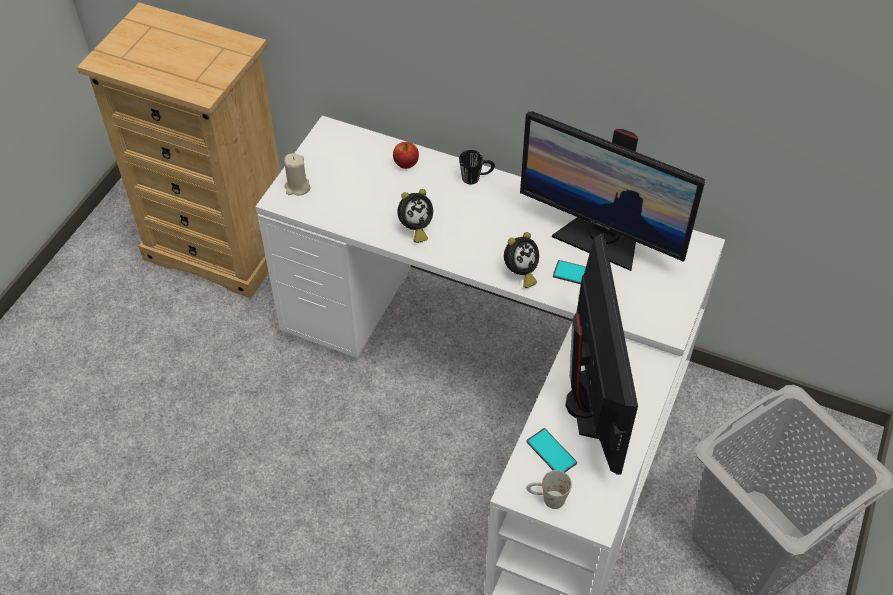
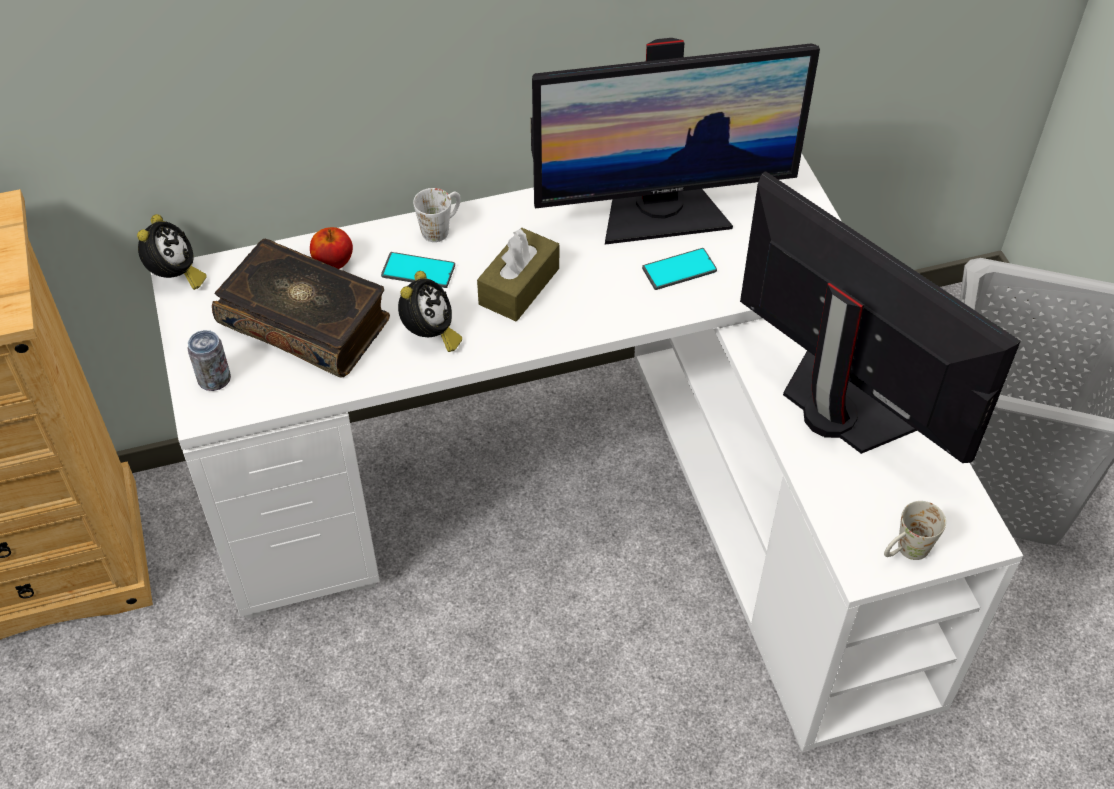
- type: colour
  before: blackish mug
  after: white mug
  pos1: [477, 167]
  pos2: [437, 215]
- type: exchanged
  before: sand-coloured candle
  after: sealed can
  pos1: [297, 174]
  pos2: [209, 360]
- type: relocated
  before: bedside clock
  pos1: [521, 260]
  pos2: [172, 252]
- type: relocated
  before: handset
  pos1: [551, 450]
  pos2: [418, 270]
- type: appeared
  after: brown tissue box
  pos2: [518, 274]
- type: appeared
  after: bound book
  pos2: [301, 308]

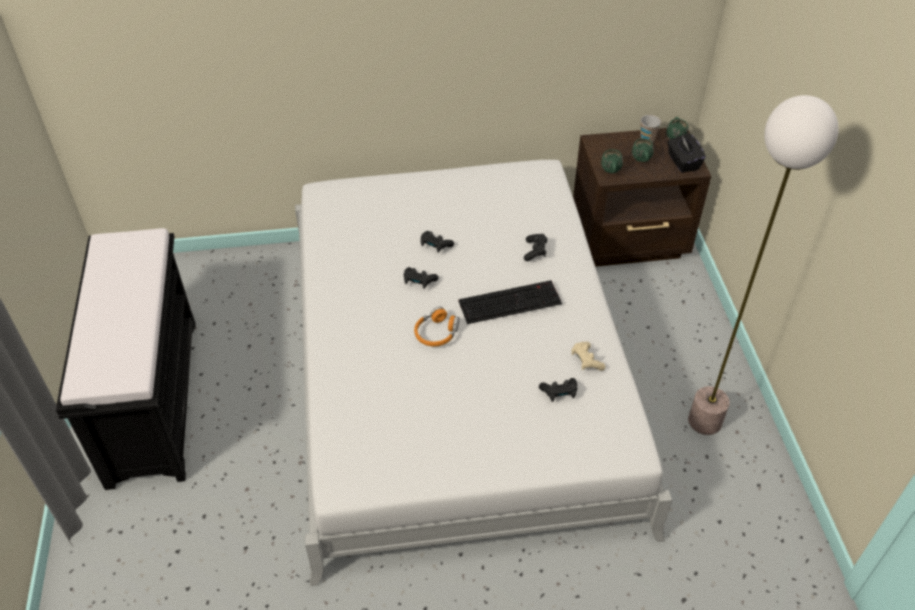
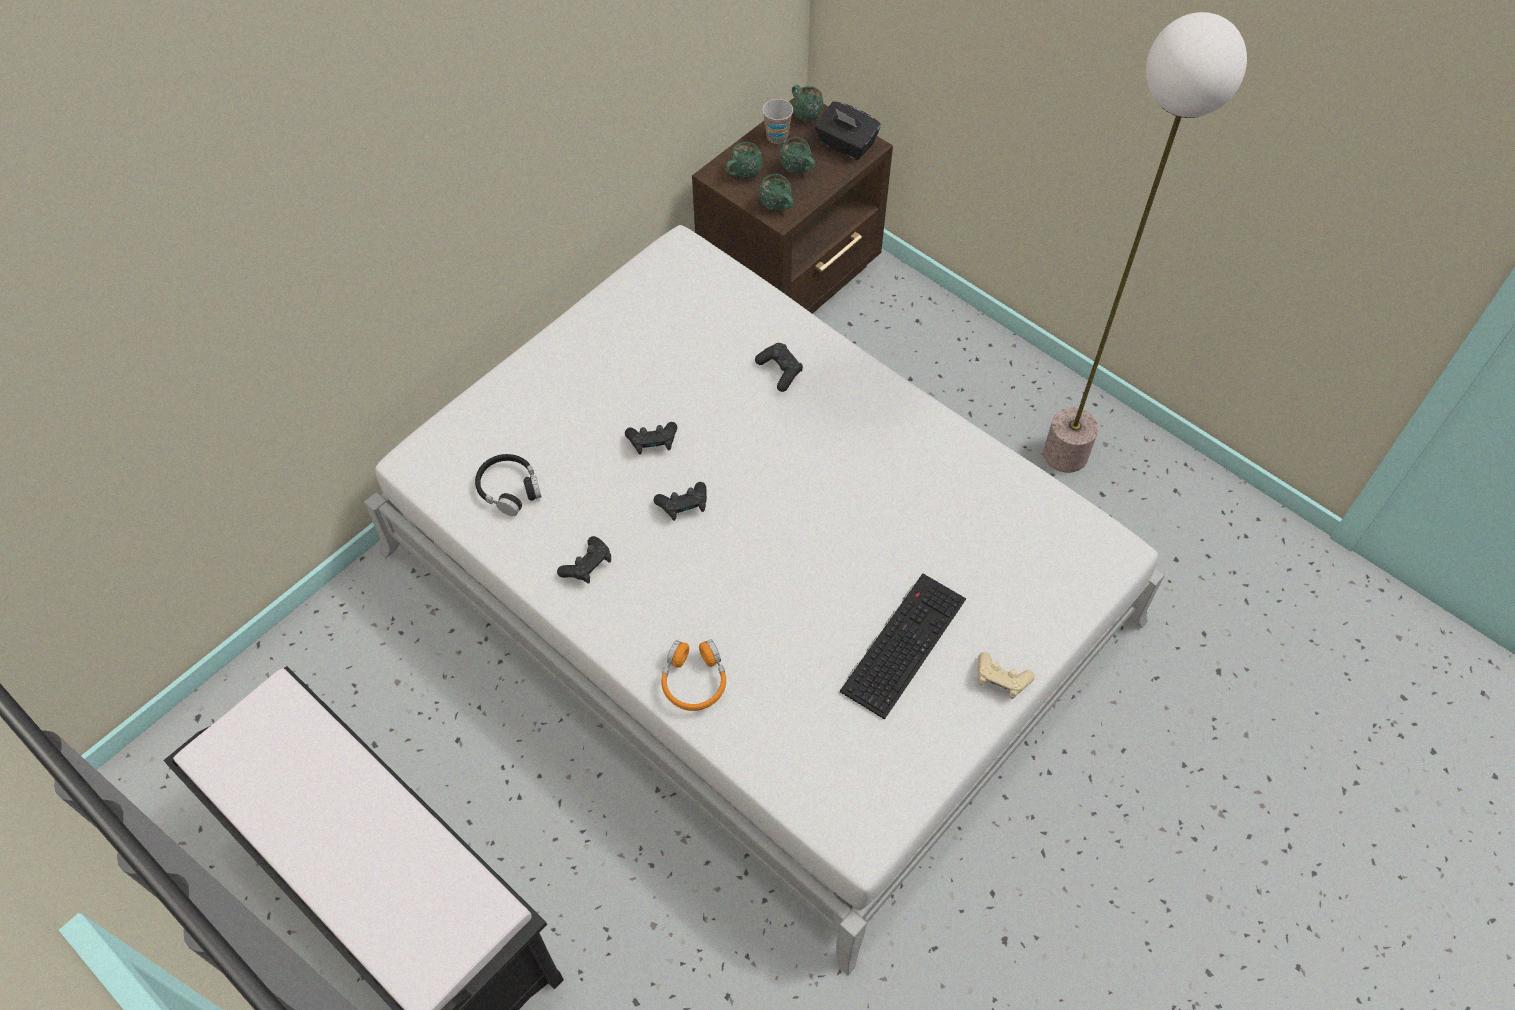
- type: relocated
  before: computer keyboard
  pos1: [510, 302]
  pos2: [903, 647]
- type: relocated
  before: orange headphones
  pos1: [437, 326]
  pos2: [693, 675]
- type: relocated
  before: sand-coloured joypad
  pos1: [589, 356]
  pos2: [1006, 675]
- type: relocated
  before: blackish joypad
  pos1: [558, 390]
  pos2: [584, 559]
- type: appeared
  after: green mug
  pos2: [743, 160]
- type: appeared
  after: blackish headphones
  pos2: [508, 485]

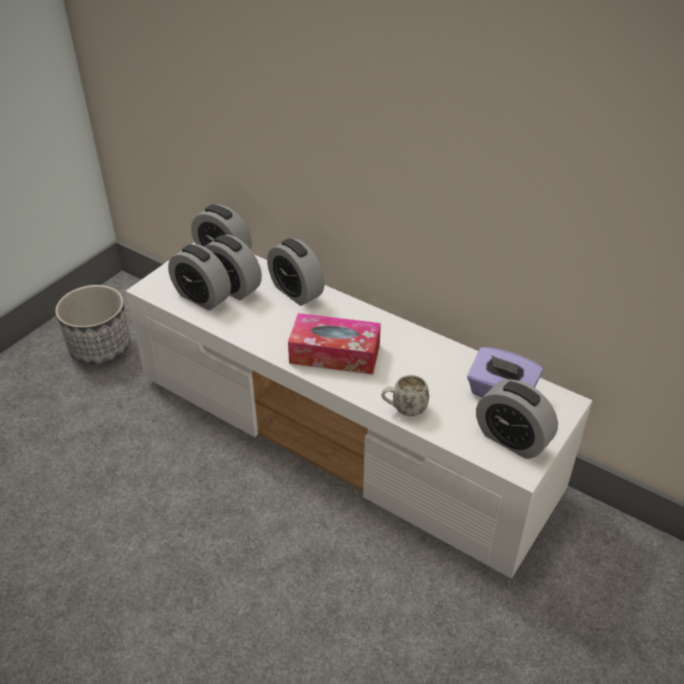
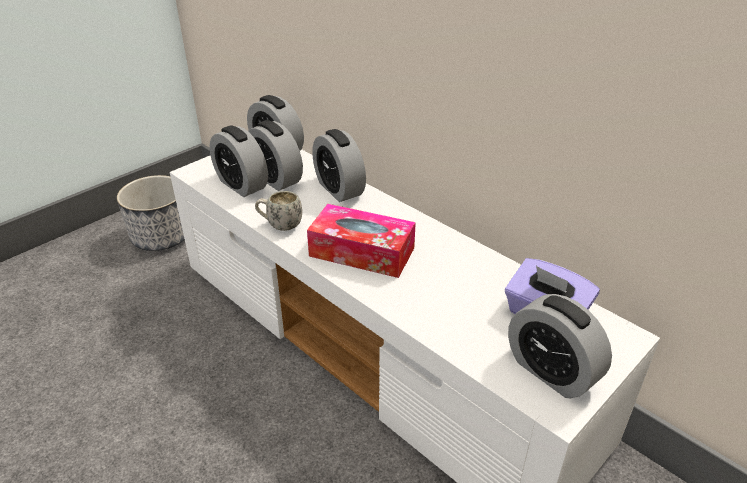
- type: relocated
  before: white mug
  pos1: [405, 395]
  pos2: [278, 211]

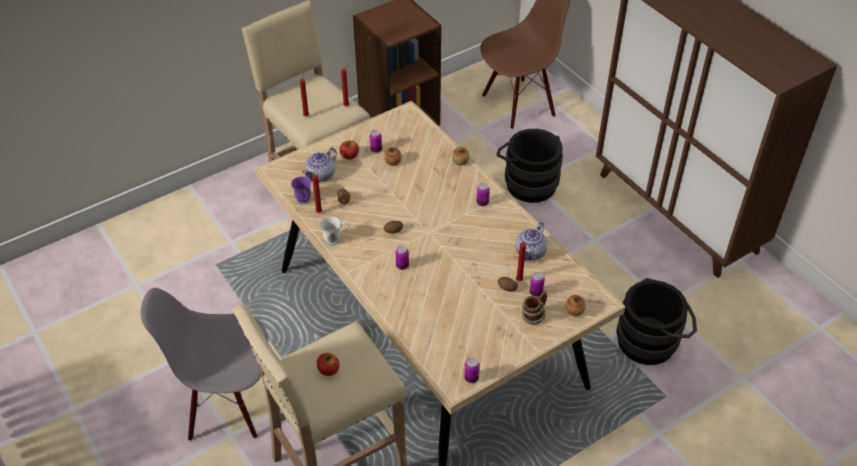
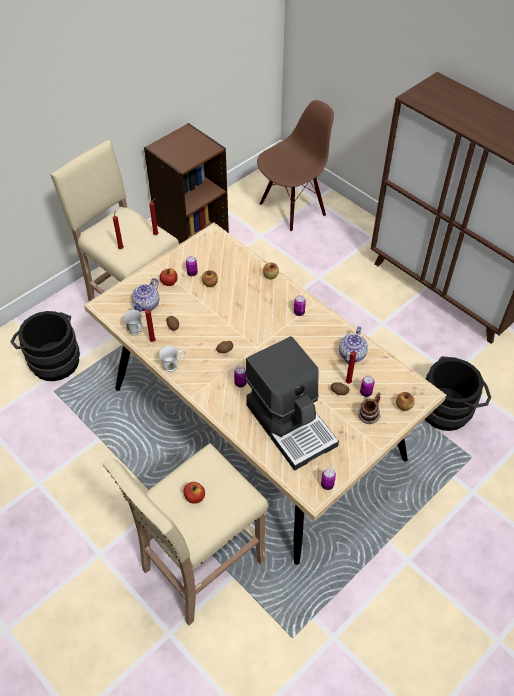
- type: relocated
  before: blackish water bucket
  pos1: [529, 166]
  pos2: [45, 346]
- type: colour
  before: purplish mug
  after: white mug
  pos1: [301, 190]
  pos2: [132, 322]
- type: missing
  before: grey plain chair
  pos1: [205, 364]
- type: appeared
  after: coffee machine
  pos2: [292, 403]

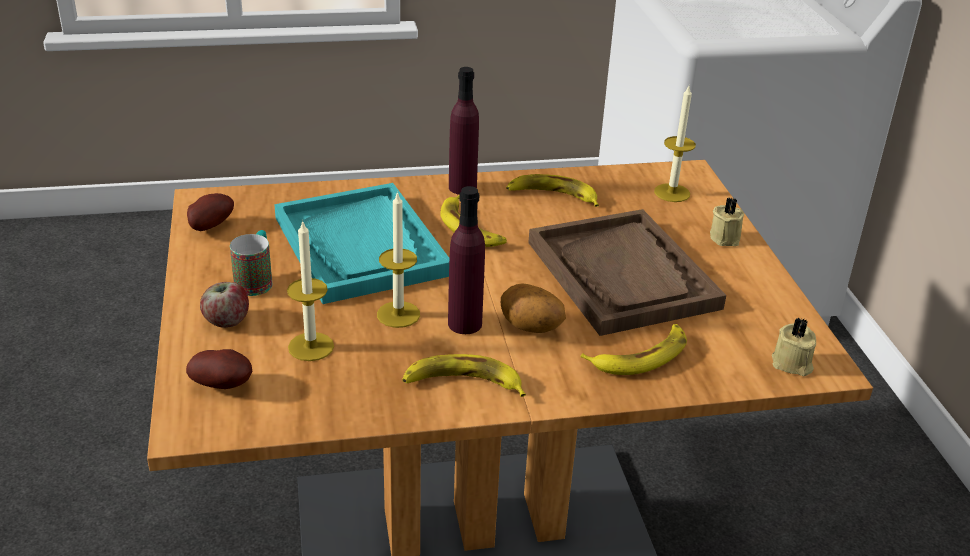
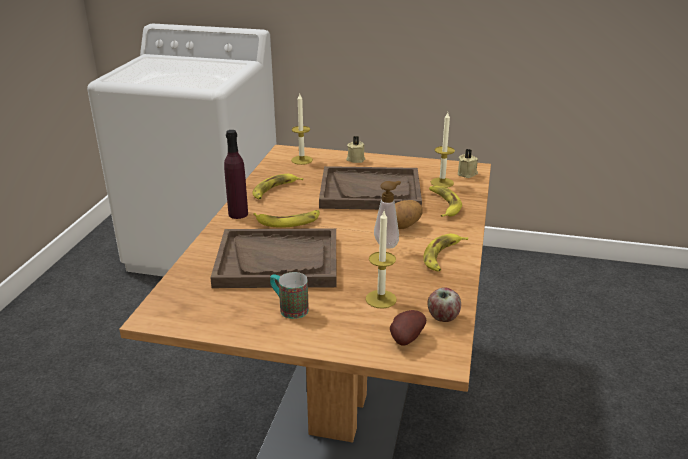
- type: colour
  before: blue-green tray
  after: brown tray
  pos1: [361, 243]
  pos2: [273, 258]
- type: exchanged
  before: purplish bottle
  after: soap dispenser
  pos1: [466, 260]
  pos2: [387, 215]
- type: relocated
  before: candle
  pos1: [398, 259]
  pos2: [443, 150]
- type: missing
  before: spud
  pos1: [210, 212]
- type: relocated
  before: apple
  pos1: [224, 305]
  pos2: [444, 304]

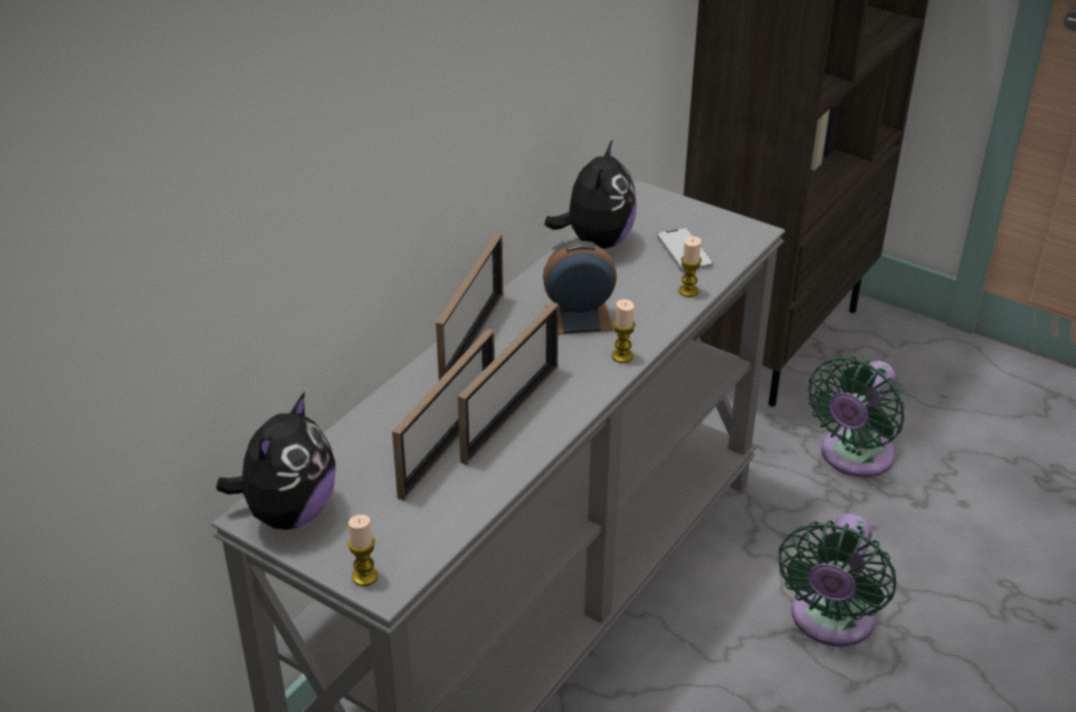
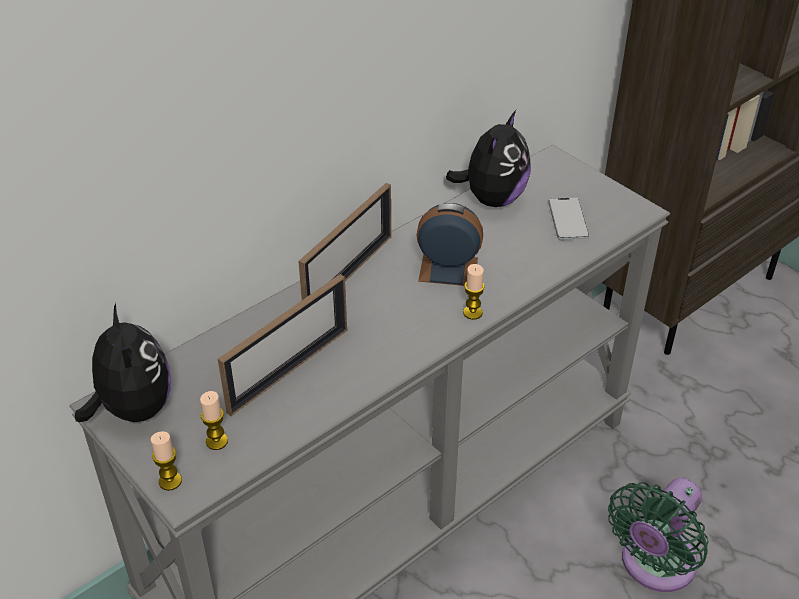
- type: relocated
  before: candle
  pos1: [690, 266]
  pos2: [214, 420]
- type: missing
  before: standing frame
  pos1: [508, 383]
- type: missing
  before: green fan
  pos1: [856, 417]
- type: spun
  before: cuddly toy
  pos1: [276, 460]
  pos2: [123, 362]
  turn: -60

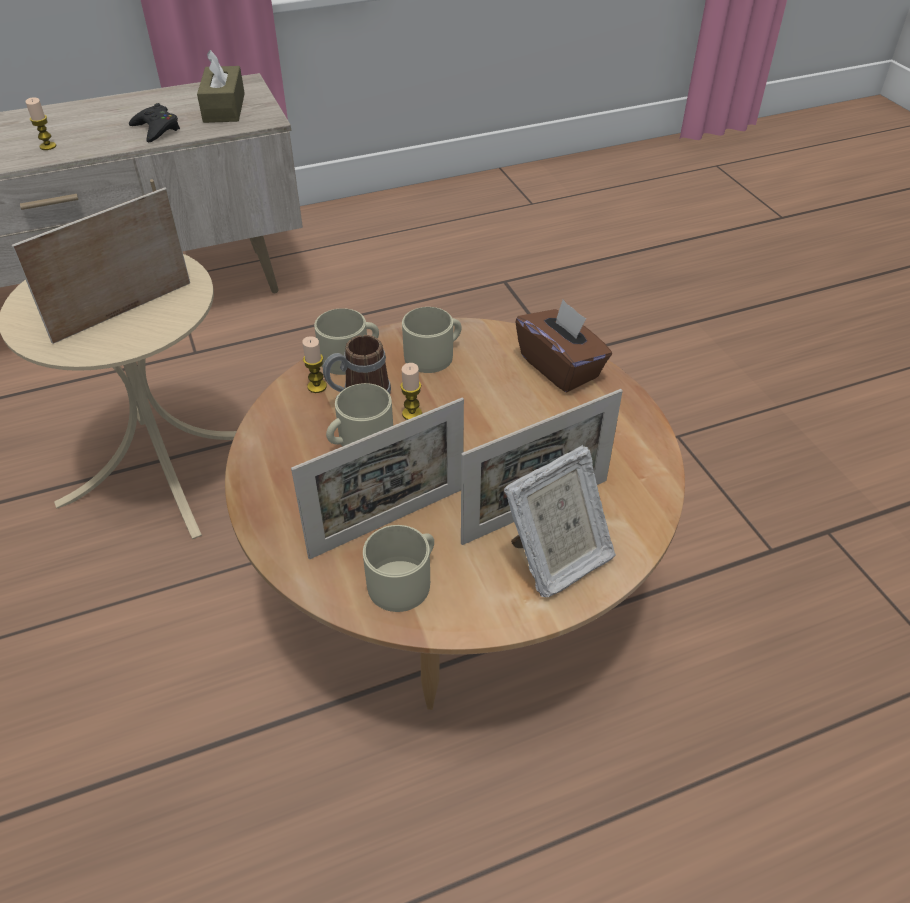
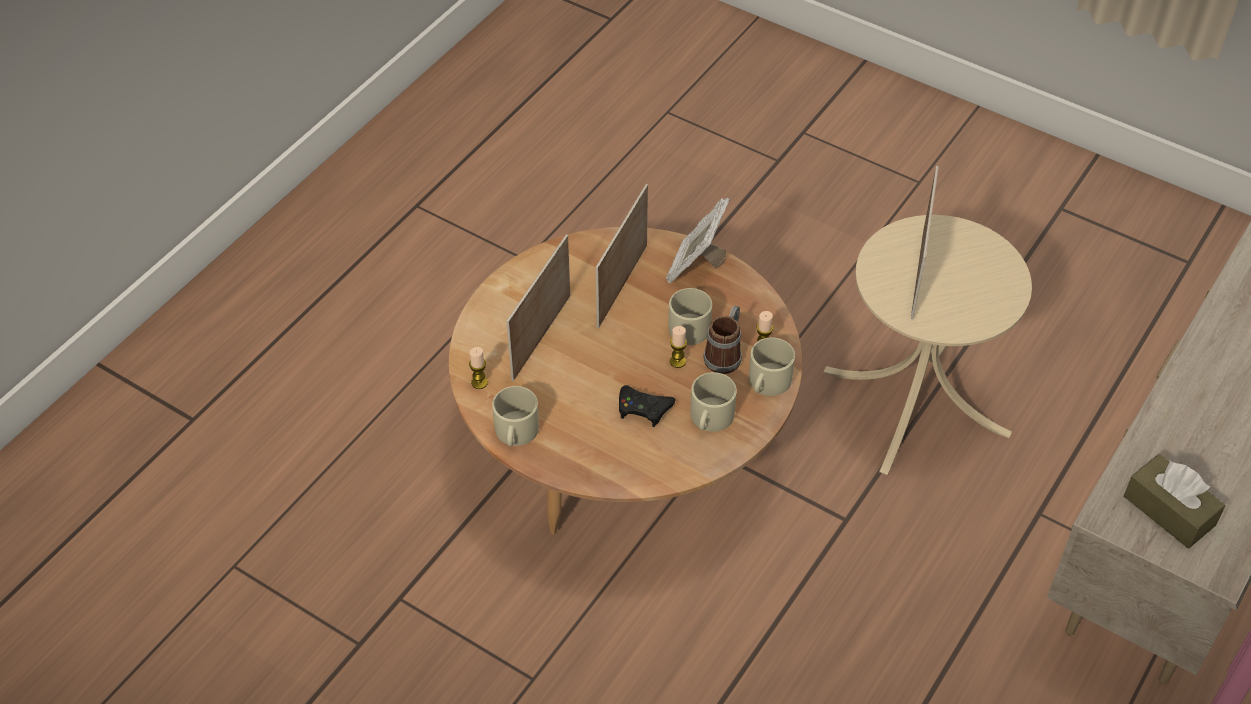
- type: relocated
  before: candle
  pos1: [40, 123]
  pos2: [478, 368]
- type: relocated
  before: blackish joypad
  pos1: [154, 123]
  pos2: [647, 406]
- type: missing
  before: brown tissue box
  pos1: [563, 345]
- type: relocated
  before: standing frame
  pos1: [560, 521]
  pos2: [698, 240]
- type: relocated
  before: sand-coloured mug
  pos1: [398, 568]
  pos2: [515, 416]

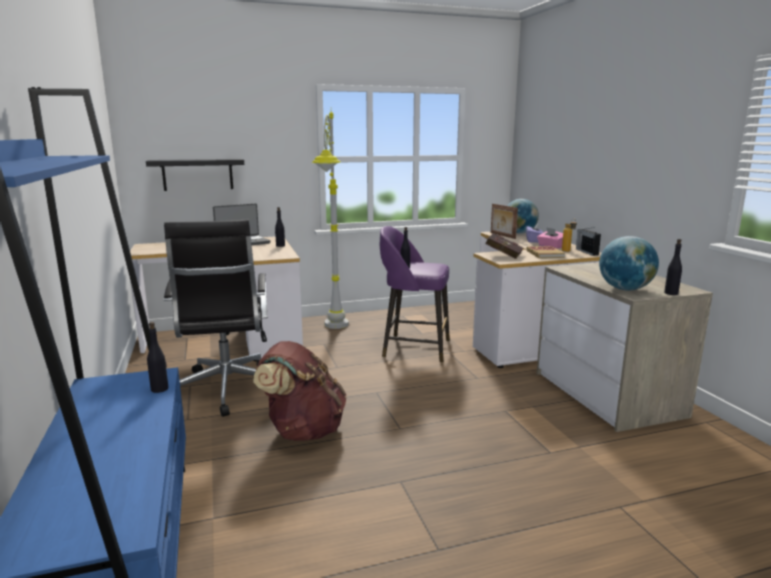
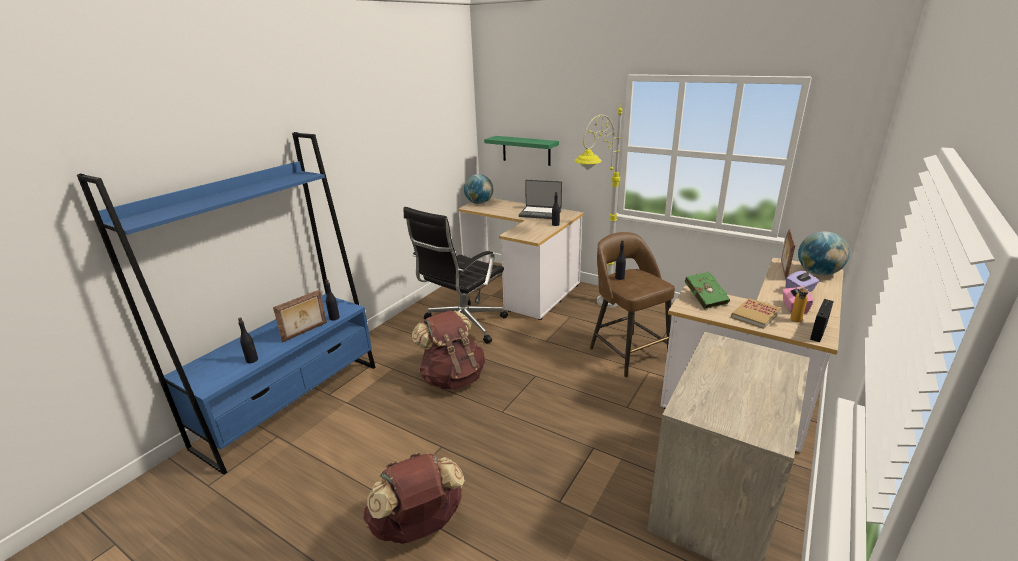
- type: colour
  before: blackish shelf
  after: green shelf
  pos1: [195, 175]
  pos2: [521, 151]
- type: colour
  before: purplish stool
  after: brown stool
  pos1: [415, 294]
  pos2: [632, 304]
- type: colour
  before: reddish bound book
  after: green bound book
  pos1: [503, 246]
  pos2: [707, 290]
- type: relocated
  before: globe
  pos1: [629, 263]
  pos2: [478, 189]
- type: relocated
  before: blackish bottle
  pos1: [673, 267]
  pos2: [248, 340]
- type: appeared
  after: standing frame
  pos2: [300, 315]
- type: appeared
  after: brown backpack
  pos2: [414, 498]

